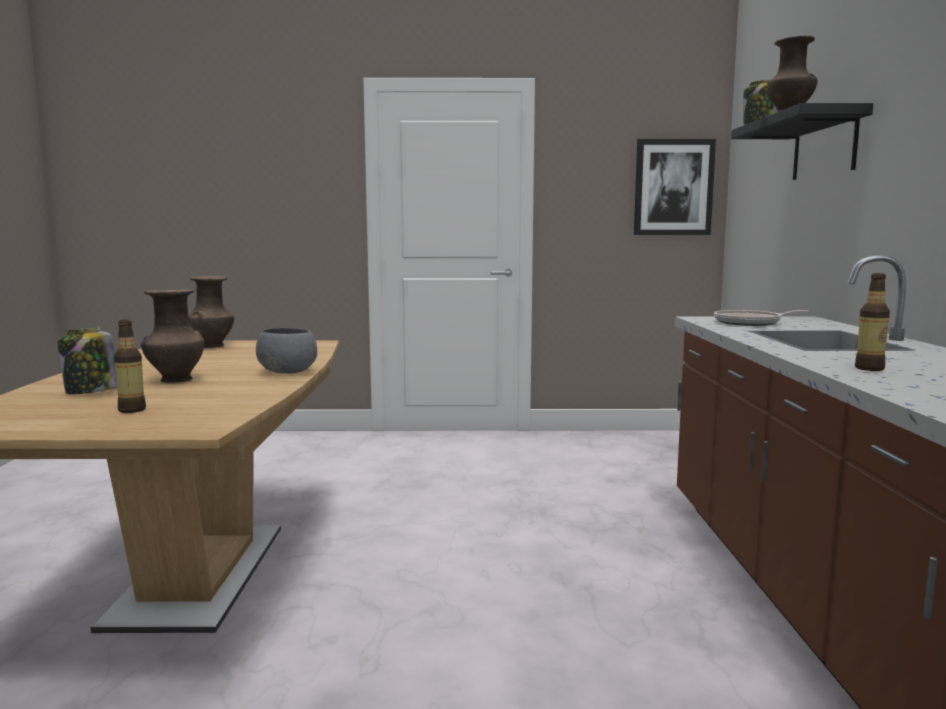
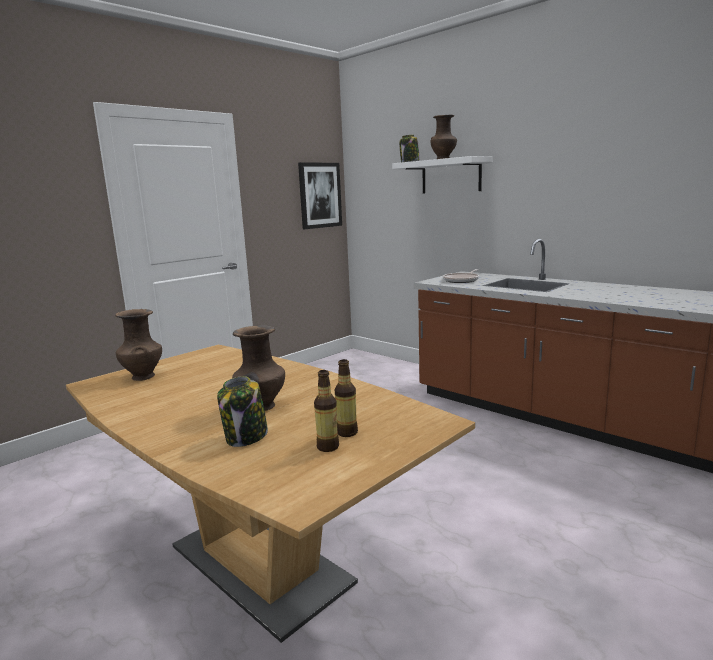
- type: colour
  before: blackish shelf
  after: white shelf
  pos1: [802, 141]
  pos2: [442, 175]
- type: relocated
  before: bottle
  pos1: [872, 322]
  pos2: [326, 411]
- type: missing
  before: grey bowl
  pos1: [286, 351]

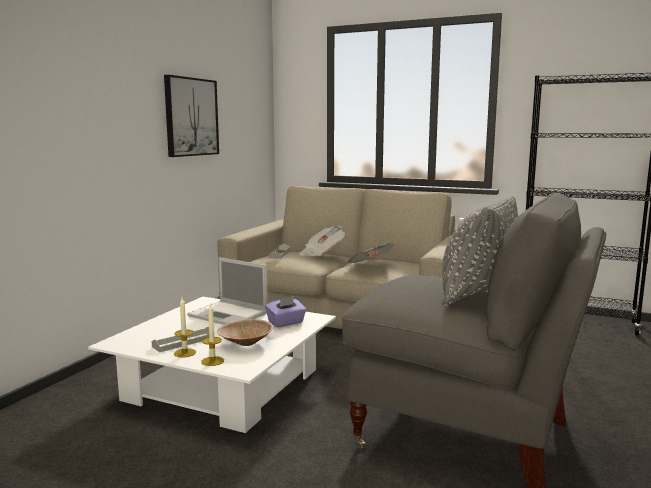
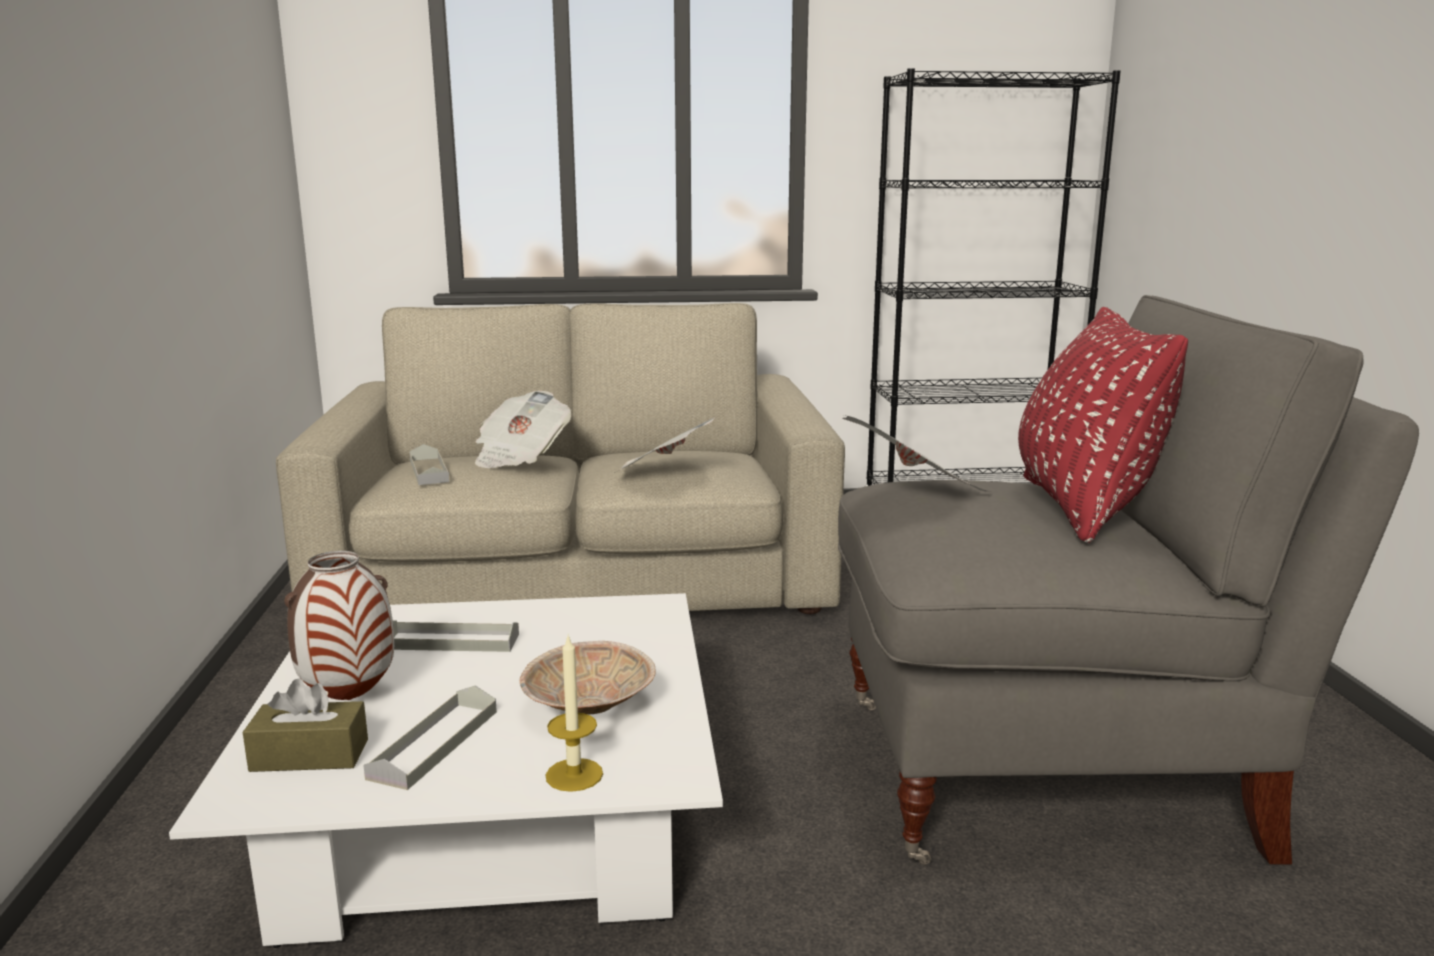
- type: missing
  before: wall art
  pos1: [191, 116]
- type: colour
  before: grey cushion
  after: reddish cushion
  pos1: [480, 251]
  pos2: [1103, 425]
- type: exchanged
  before: portable computer
  after: grey tray
  pos1: [227, 291]
  pos2: [456, 636]
- type: missing
  before: purplish tissue box
  pos1: [285, 311]
- type: missing
  before: candle
  pos1: [185, 327]
- type: appeared
  after: printed paper
  pos2: [917, 453]
- type: appeared
  after: decorative vase
  pos2: [339, 625]
- type: appeared
  after: brown tissue box
  pos2: [305, 725]

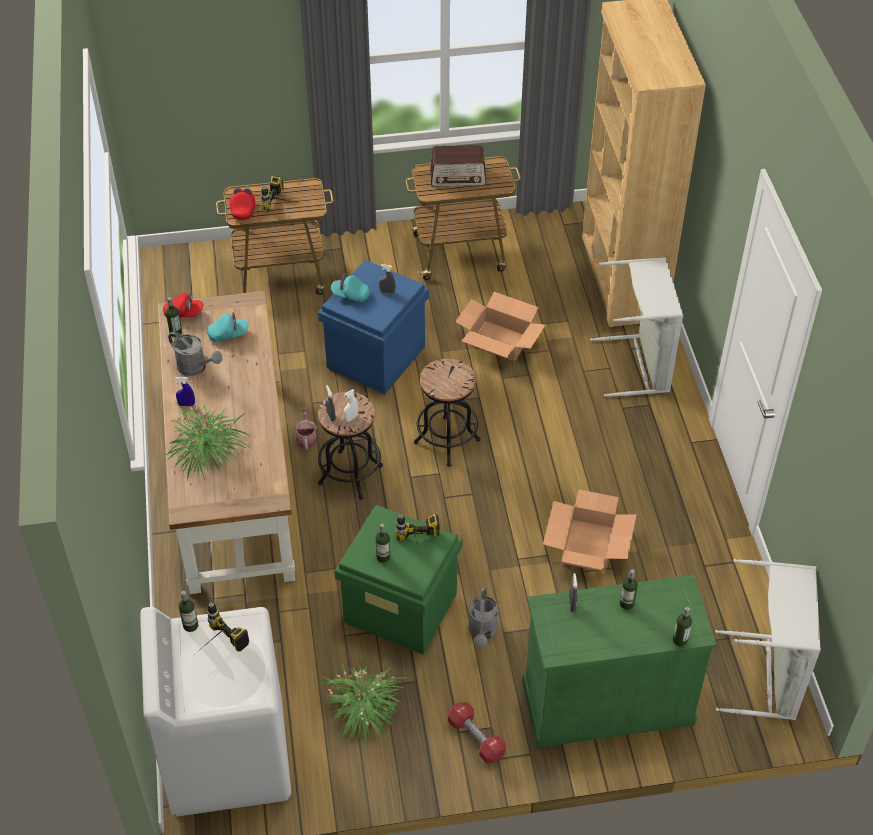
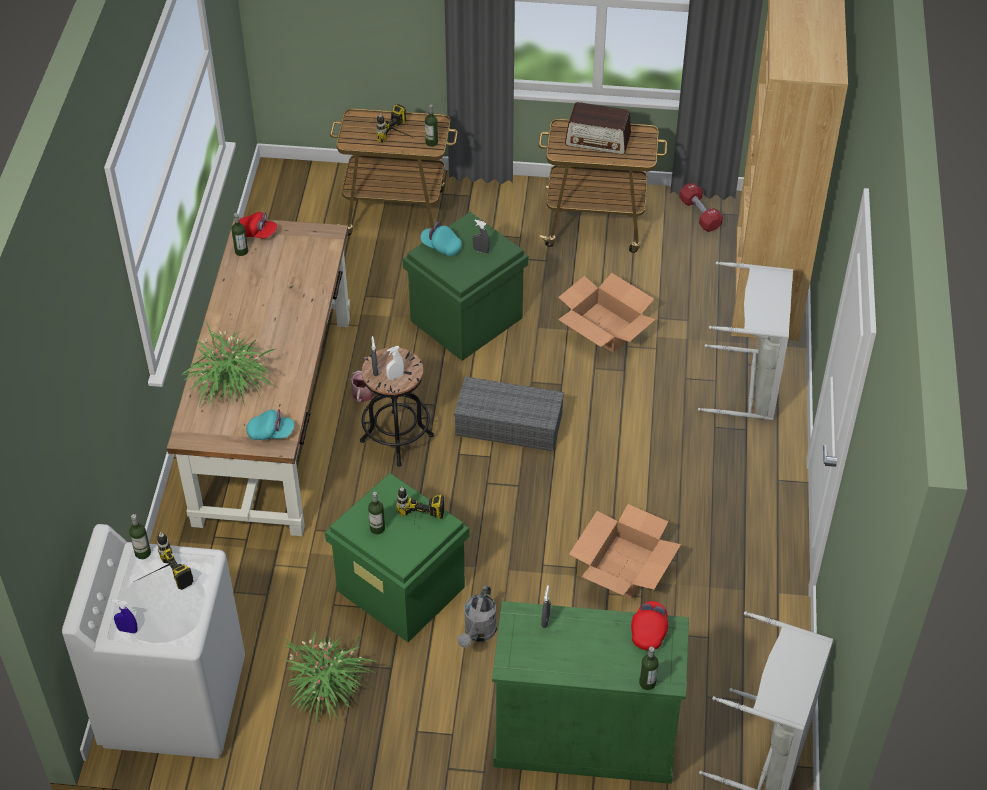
- type: relocated
  before: reddish cap
  pos1: [242, 204]
  pos2: [649, 626]
- type: colour
  before: bluish storage container
  after: green storage container
  pos1: [373, 327]
  pos2: [466, 286]
- type: relocated
  before: blue-green cap
  pos1: [227, 327]
  pos2: [270, 424]
- type: missing
  before: grey watering can
  pos1: [195, 353]
- type: exchanged
  before: blackish stool
  after: grey storage container
  pos1: [447, 413]
  pos2: [509, 413]
- type: relocated
  before: bluish sprayer
  pos1: [185, 391]
  pos2: [124, 616]
- type: relocated
  before: bottle
  pos1: [629, 589]
  pos2: [431, 126]
- type: relocated
  before: reddish hand weight
  pos1: [477, 732]
  pos2: [701, 207]

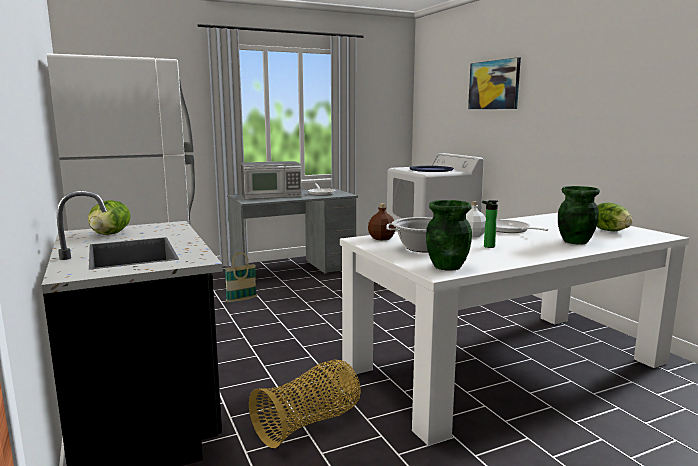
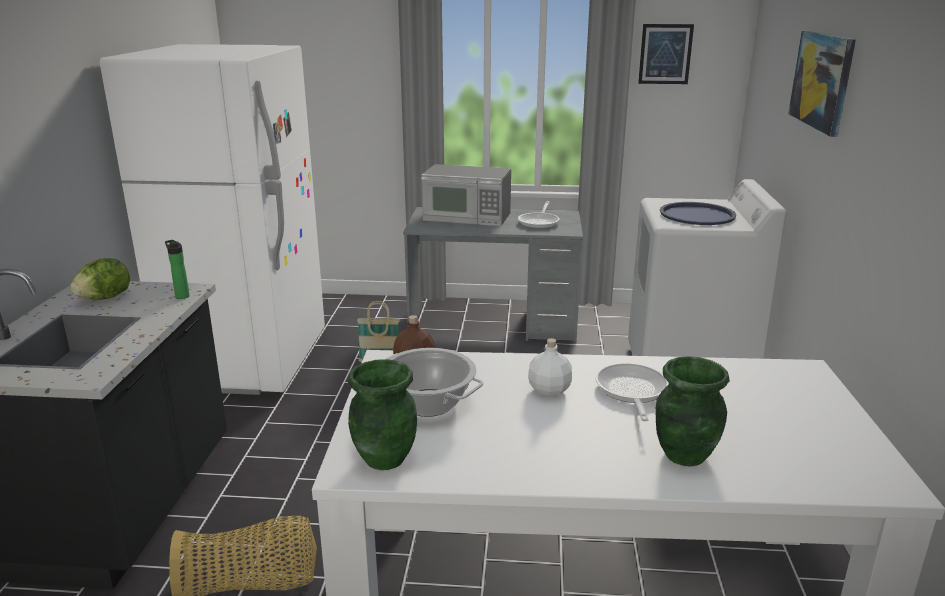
- type: relocated
  before: bottle
  pos1: [490, 224]
  pos2: [177, 269]
- type: missing
  before: lettuce head
  pos1: [615, 217]
- type: appeared
  after: wall art
  pos2: [666, 54]

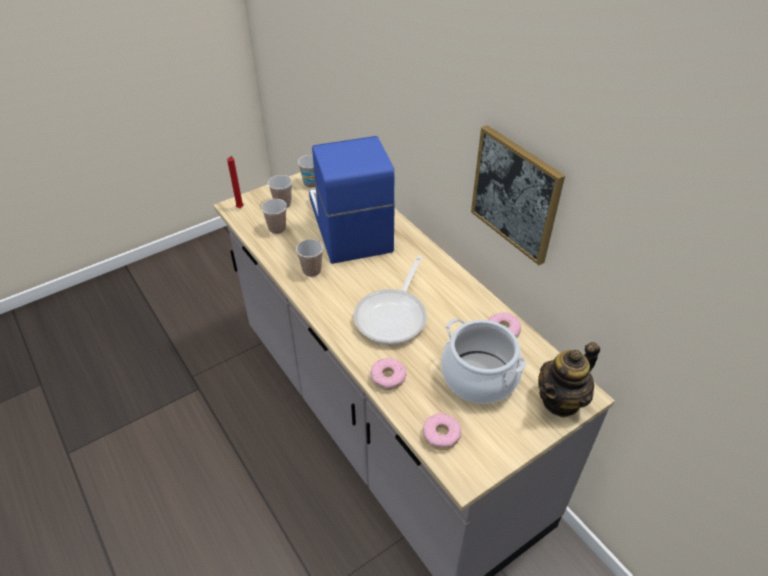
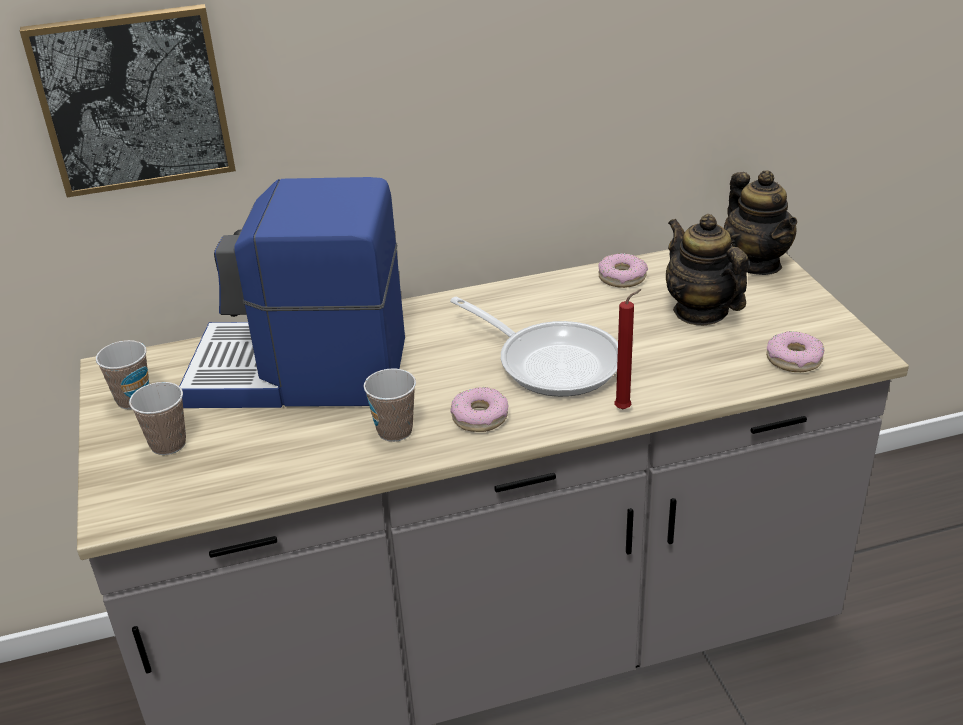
- type: relocated
  before: wall art
  pos1: [518, 195]
  pos2: [128, 100]
- type: relocated
  before: reddish candle
  pos1: [235, 182]
  pos2: [628, 349]
- type: missing
  before: small cup
  pos1: [274, 216]
- type: exchanged
  before: cooking pot
  after: pot for tea
  pos1: [484, 361]
  pos2: [707, 269]
- type: relocated
  before: doughnut
  pos1: [389, 374]
  pos2: [479, 409]

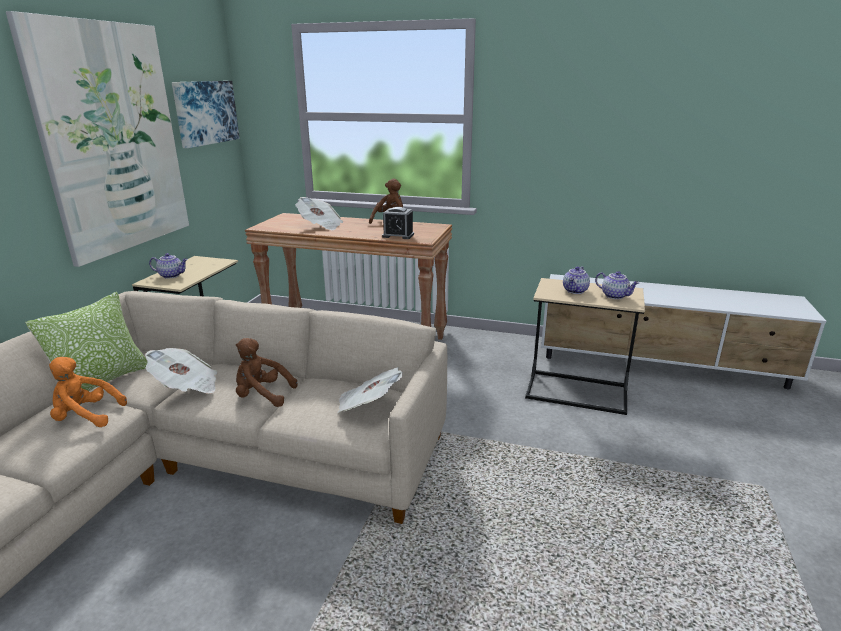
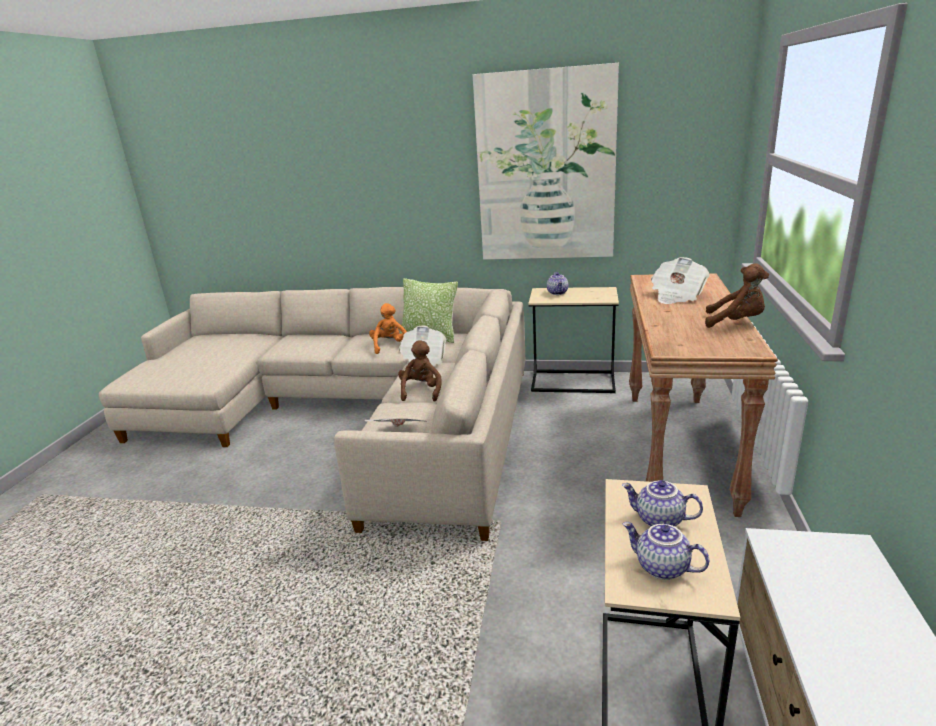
- type: missing
  before: wall art
  pos1: [206, 114]
- type: missing
  before: bedside clock
  pos1: [398, 223]
- type: spun
  before: pot for tea
  pos1: [617, 285]
  pos2: [666, 551]
  turn: 90

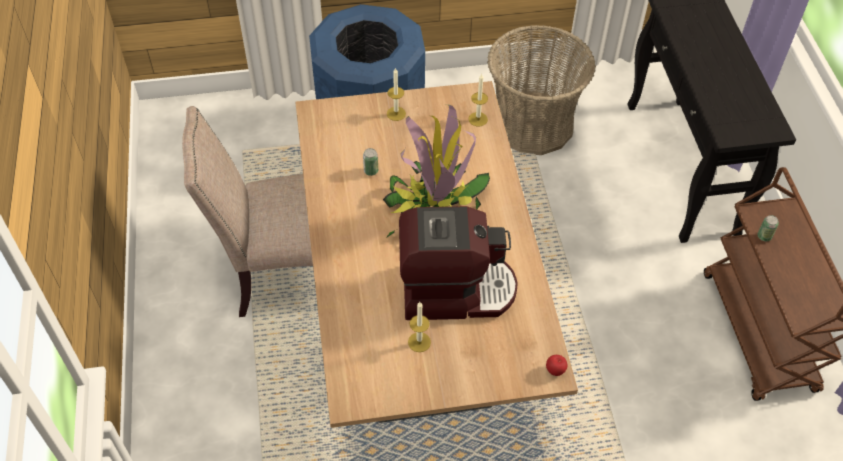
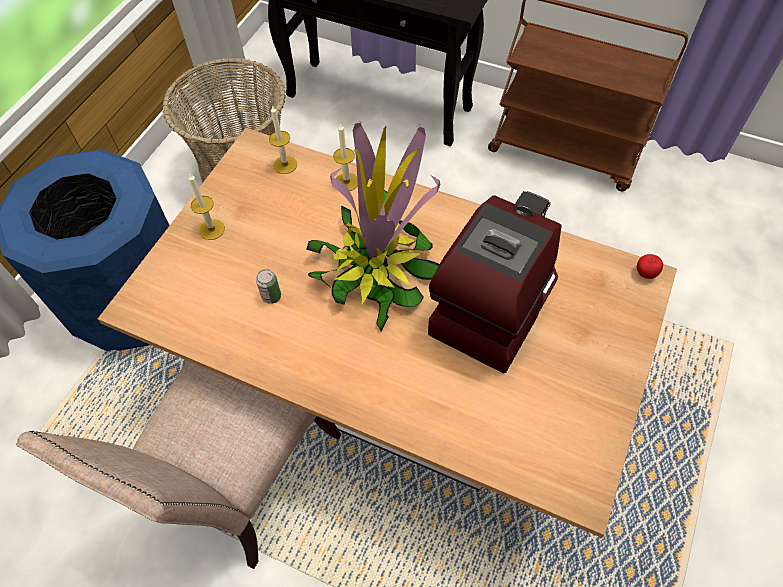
- type: missing
  before: sealed can
  pos1: [768, 228]
- type: relocated
  before: candle
  pos1: [419, 327]
  pos2: [345, 157]

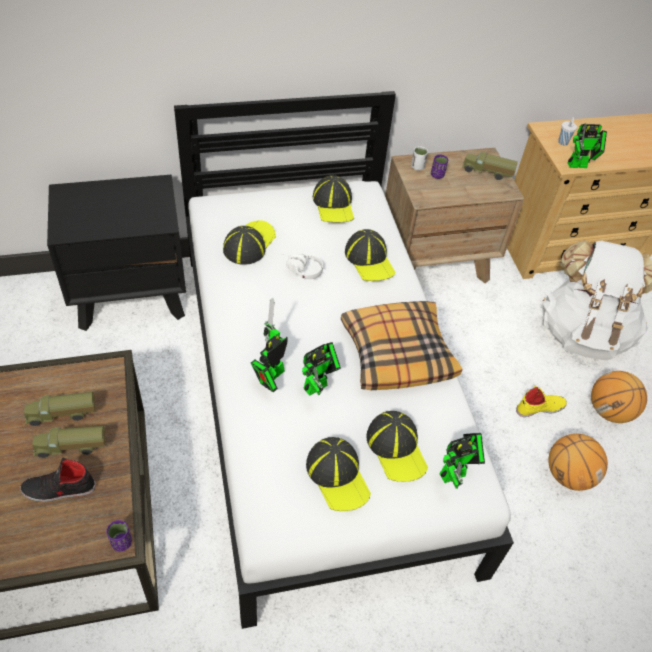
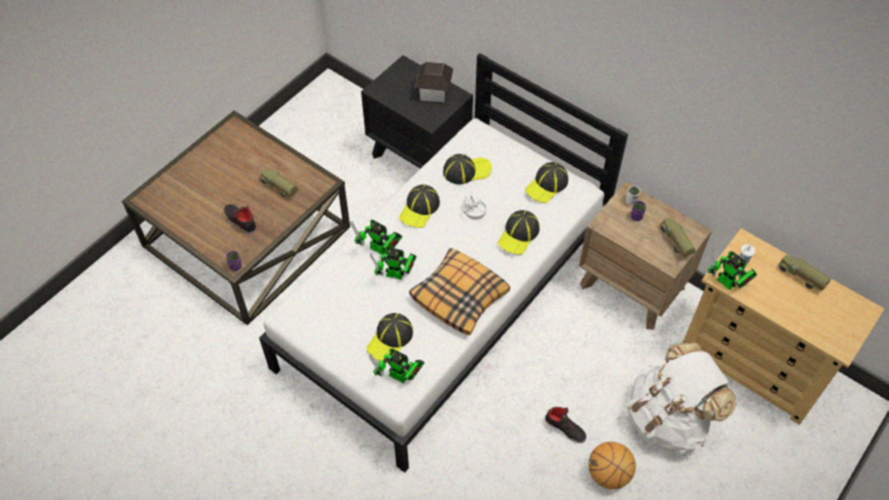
- type: spun
  before: toy robot
  pos1: [269, 345]
  pos2: [376, 237]
  turn: -150
- type: colour
  before: yellowish shoe
  after: blackish shoe
  pos1: [541, 401]
  pos2: [565, 425]
- type: relocated
  before: toy truck
  pos1: [69, 442]
  pos2: [804, 273]
- type: missing
  before: ball for basketball
  pos1: [578, 462]
- type: relocated
  before: cap
  pos1: [338, 474]
  pos2: [419, 206]
- type: appeared
  after: toy house
  pos2: [434, 82]

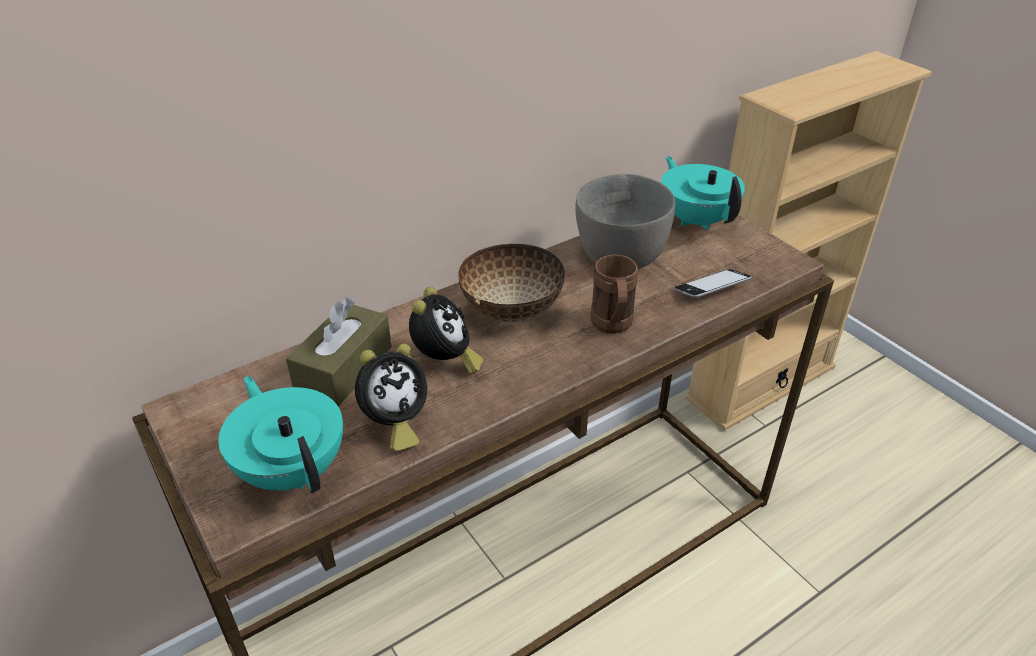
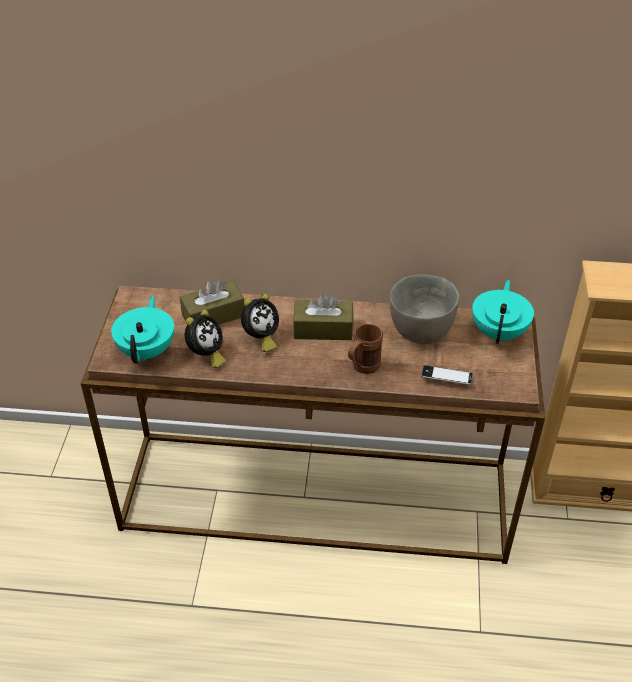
- type: exchanged
  before: bowl
  after: brown tissue box
  pos1: [511, 283]
  pos2: [323, 316]
- type: spun
  before: bedside clock
  pos1: [391, 397]
  pos2: [205, 339]
  turn: -60

